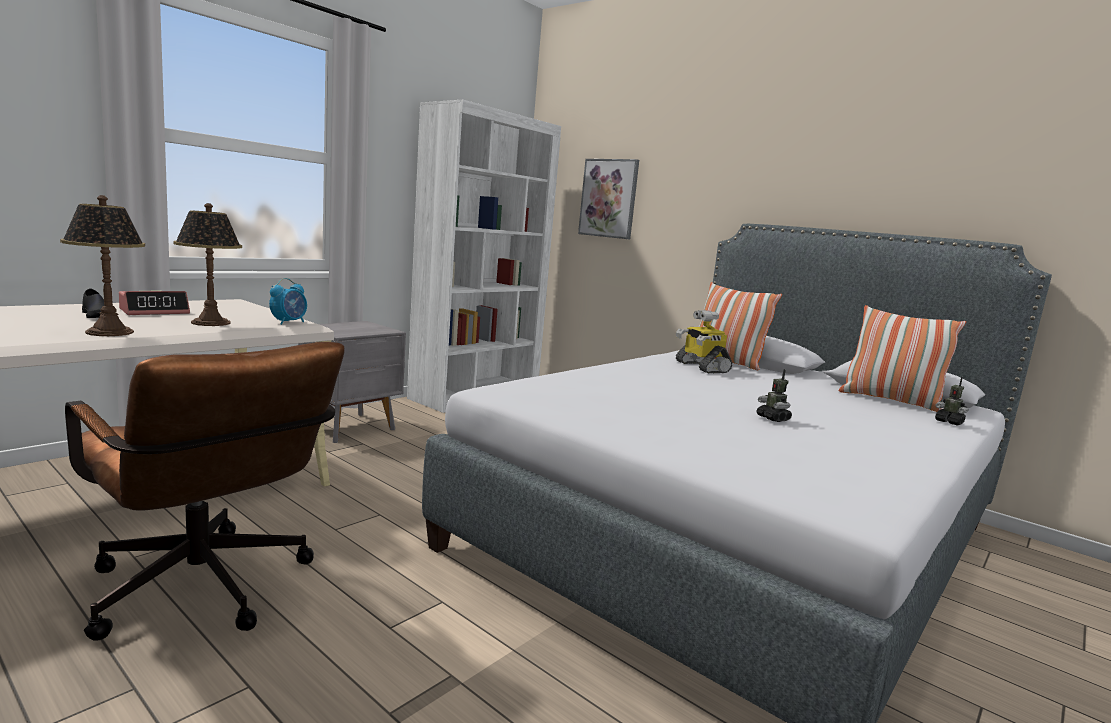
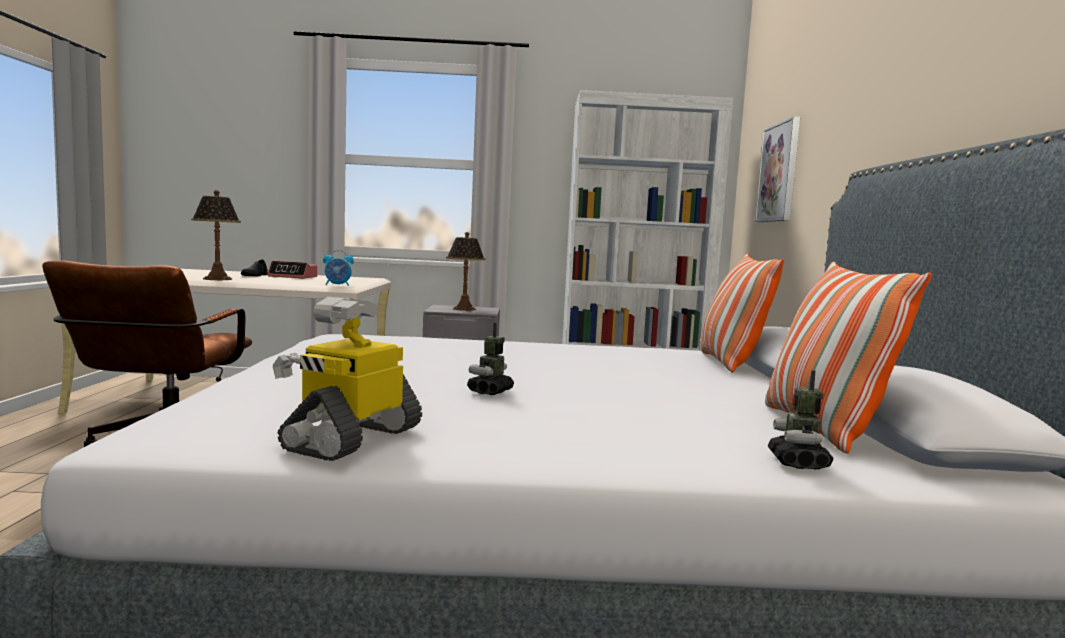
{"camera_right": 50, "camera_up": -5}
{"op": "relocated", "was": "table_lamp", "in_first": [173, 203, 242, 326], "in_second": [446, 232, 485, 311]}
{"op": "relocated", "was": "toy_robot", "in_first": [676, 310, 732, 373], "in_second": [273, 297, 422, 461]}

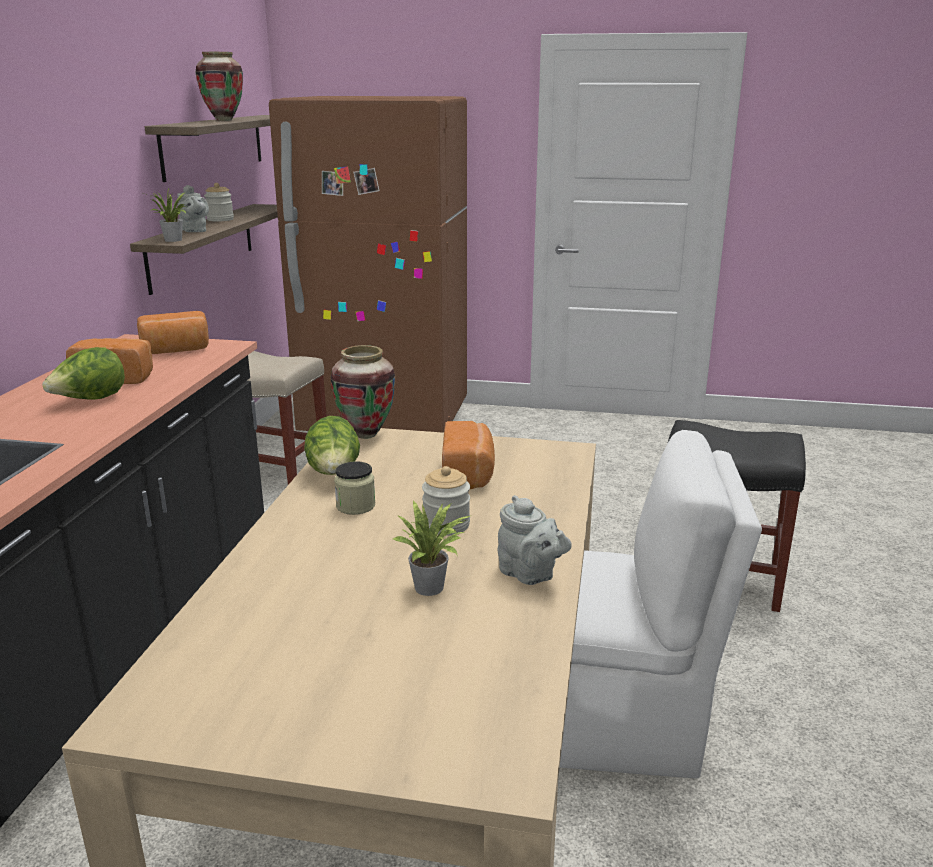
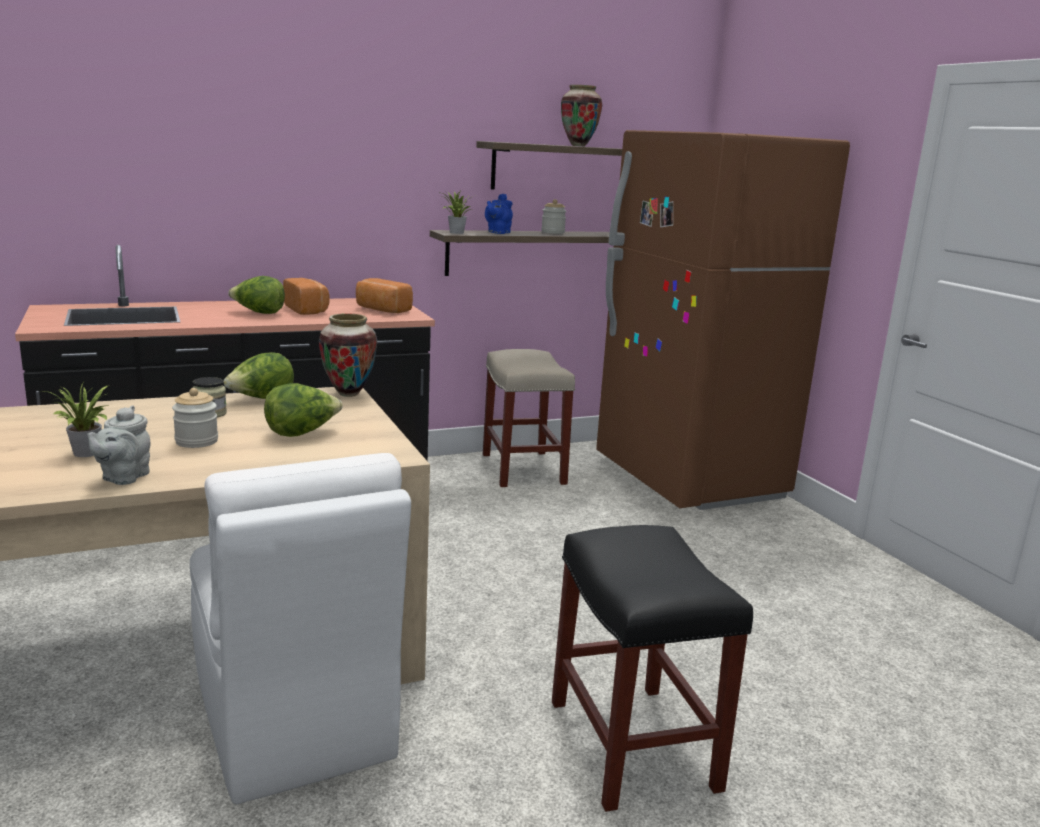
{"camera_right": 55, "camera_up": -5}
{"op": "exchanged", "was": "bread", "now": "lettuce", "in_first": [442, 421, 495, 489], "in_second": [264, 383, 342, 437]}
{"op": "colour", "was": "grey_teapot", "now": "blue_teapot", "in_first": [177, 185, 209, 232], "in_second": [485, 194, 513, 234]}

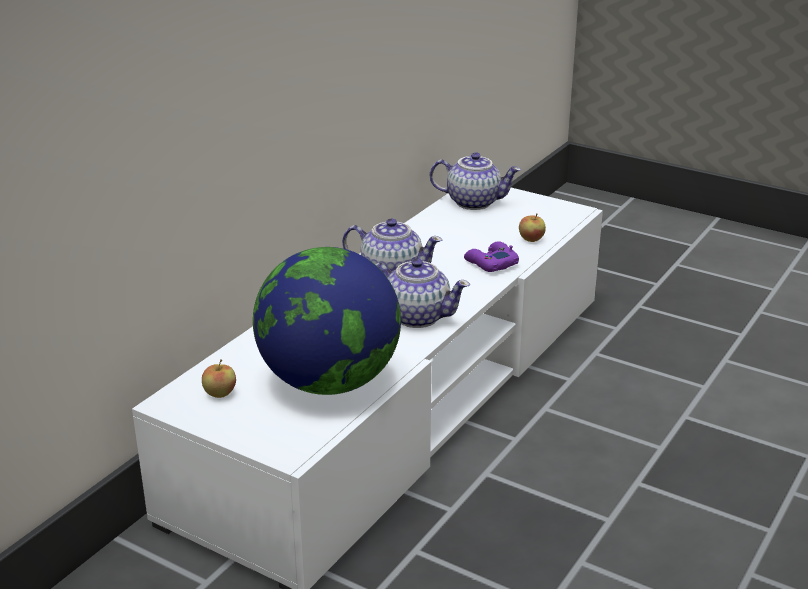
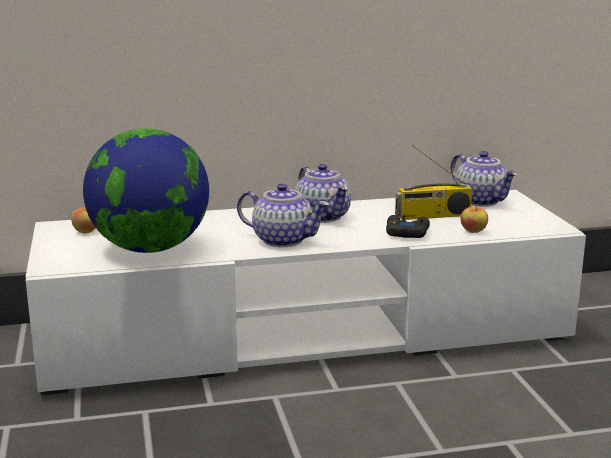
{"camera_right": 45, "camera_up": -10}
{"op": "appeared", "now": "radio", "in_second": [395, 145, 472, 220]}
{"op": "colour", "was": "purple_game_controller", "now": "black_game_controller", "in_first": [464, 241, 519, 272], "in_second": [386, 215, 430, 238]}
{"op": "spun", "was": "teapot", "in_first": [375, 258, 470, 328], "in_second": [237, 184, 330, 247], "clockwise": -45}

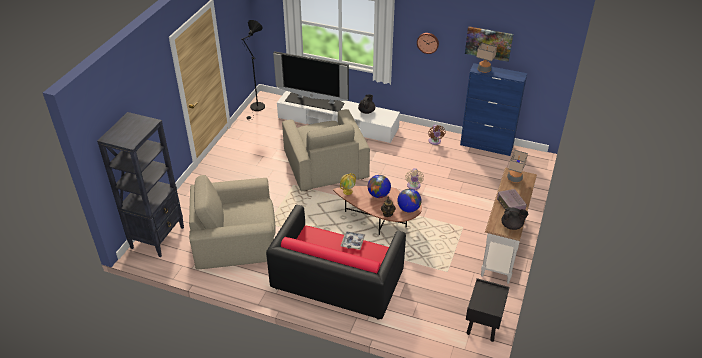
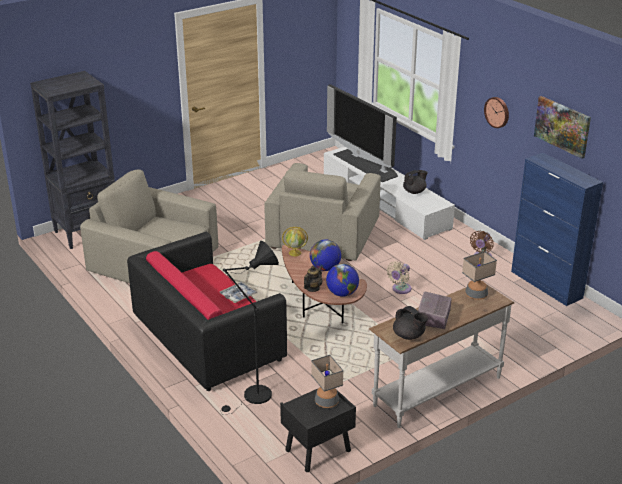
{"camera_right": 35, "camera_up": -10}
{"op": "relocated", "was": "black_floor_lamp", "in_first": [241, 20, 265, 121], "in_second": [220, 241, 279, 415]}
{"op": "relocated", "was": "table_lamp", "in_first": [476, 43, 497, 73], "in_second": [311, 355, 343, 408]}

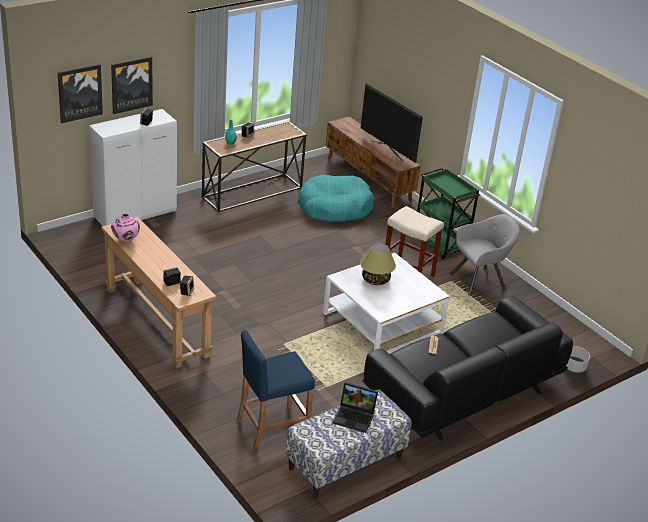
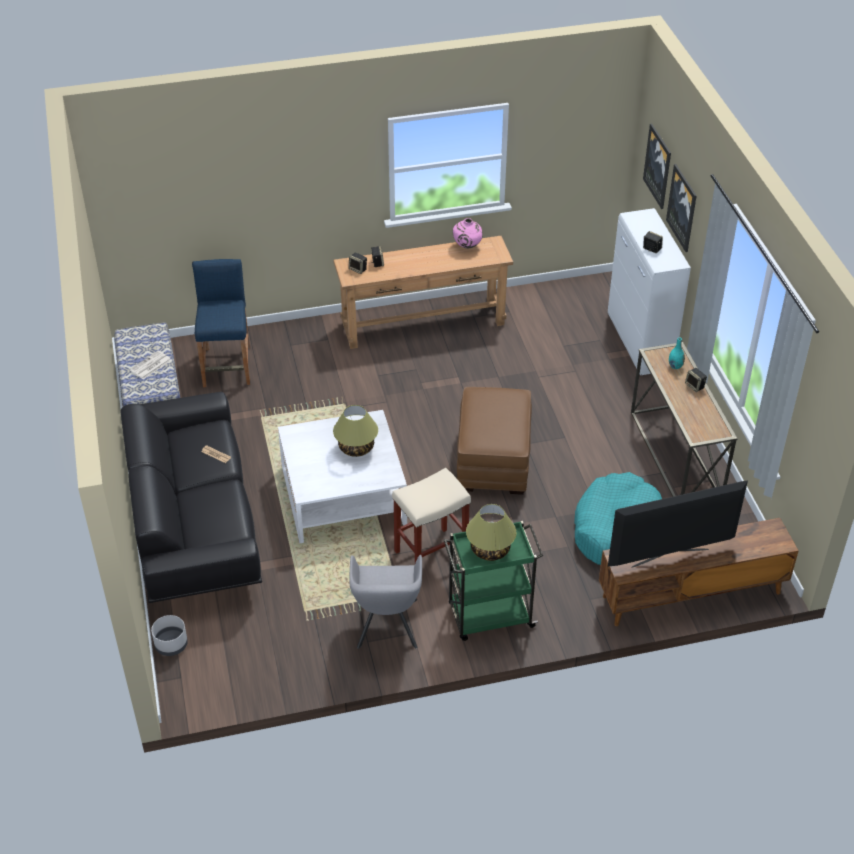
{"camera_right": 115, "camera_up": 10}
{"op": "appeared", "now": "brown_ottoman", "in_second": [457, 387, 532, 495]}
{"op": "appeared", "now": "table_lamp", "in_second": [466, 504, 516, 561]}
{"op": "exchanged", "was": "laptop", "now": "newspaper", "in_first": [333, 382, 378, 433], "in_second": [130, 350, 172, 379]}

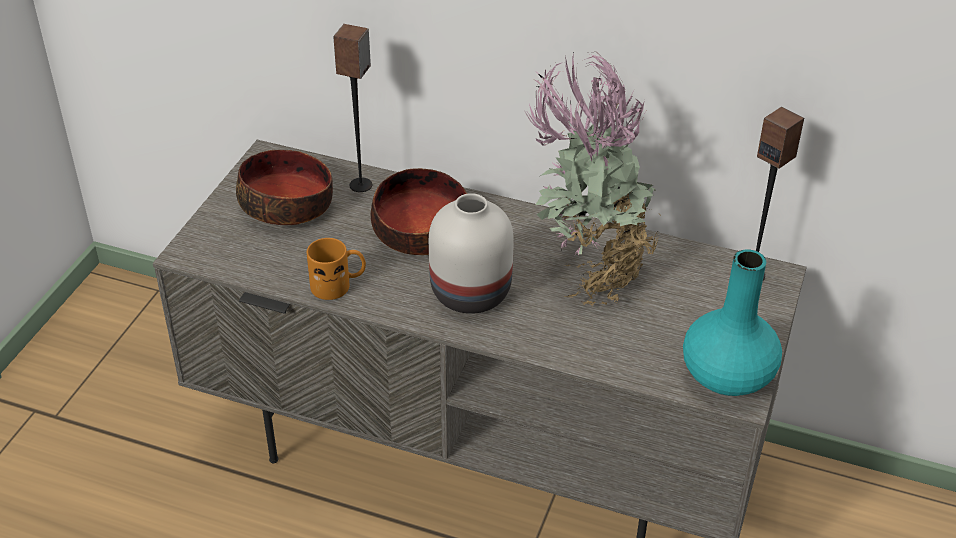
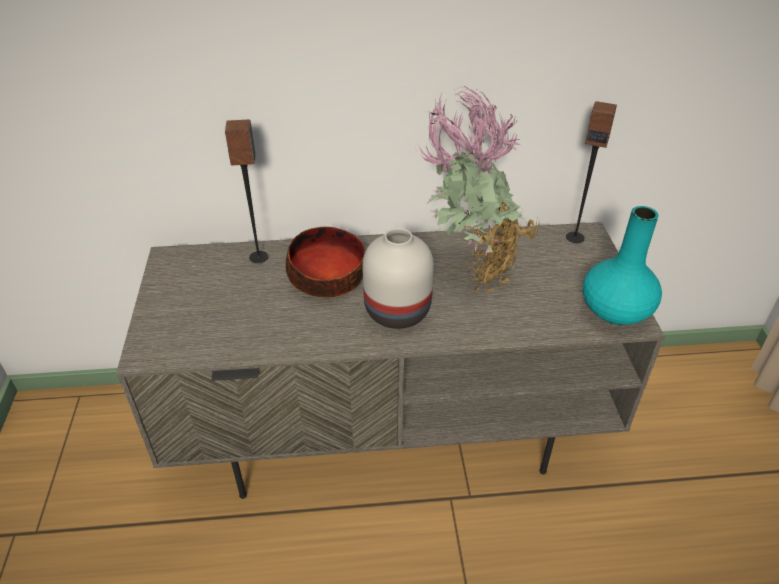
{"camera_right": -25, "camera_up": 0}
{"op": "missing", "was": "bowl", "in_first": [236, 150, 333, 225]}
{"op": "missing", "was": "orange_mug", "in_first": [307, 238, 366, 300]}

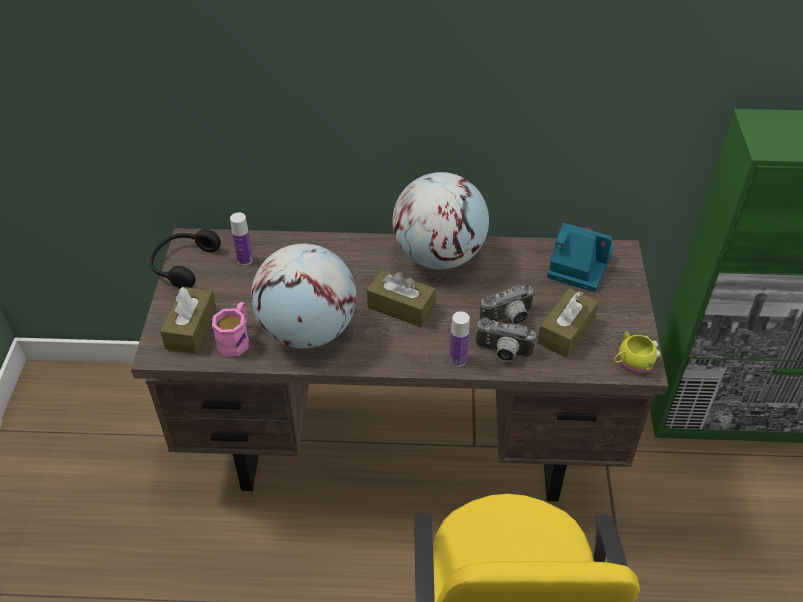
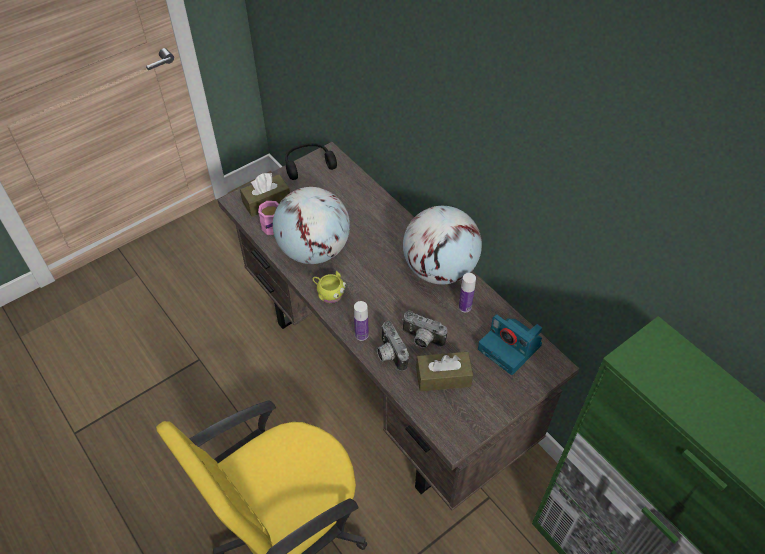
{"camera_right": 50, "camera_up": 5}
{"op": "missing", "was": "brown_tissue_box", "in_first": [367, 270, 436, 327]}
{"op": "relocated", "was": "bottle", "in_first": [230, 212, 253, 265], "in_second": [459, 273, 476, 312]}
{"op": "relocated", "was": "yellow_mug", "in_first": [614, 331, 661, 374], "in_second": [313, 271, 346, 303]}
{"op": "spun", "was": "photo_camera", "in_first": [547, 223, 613, 292], "in_second": [478, 314, 542, 375], "clockwise": 150}

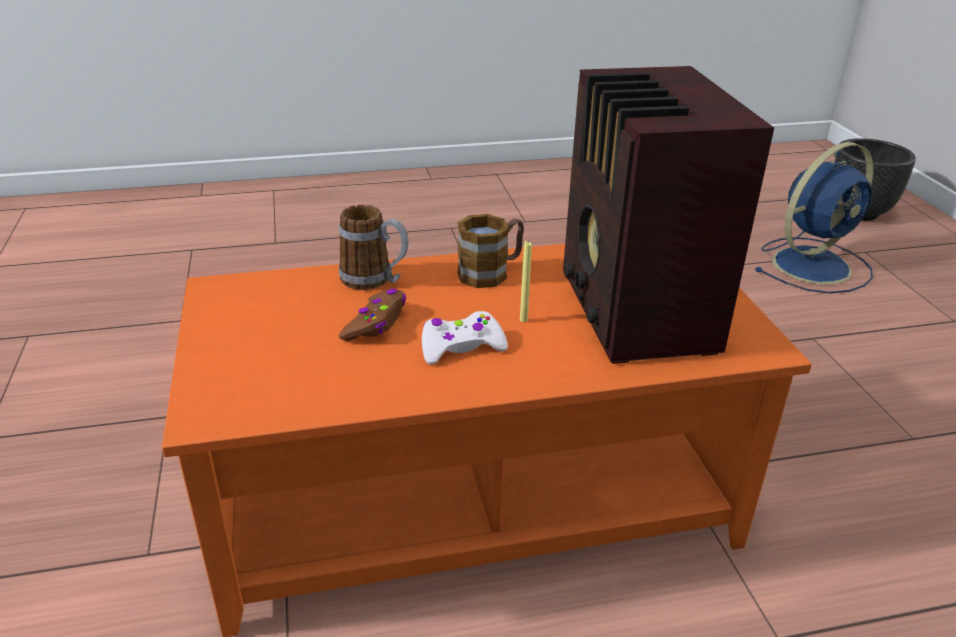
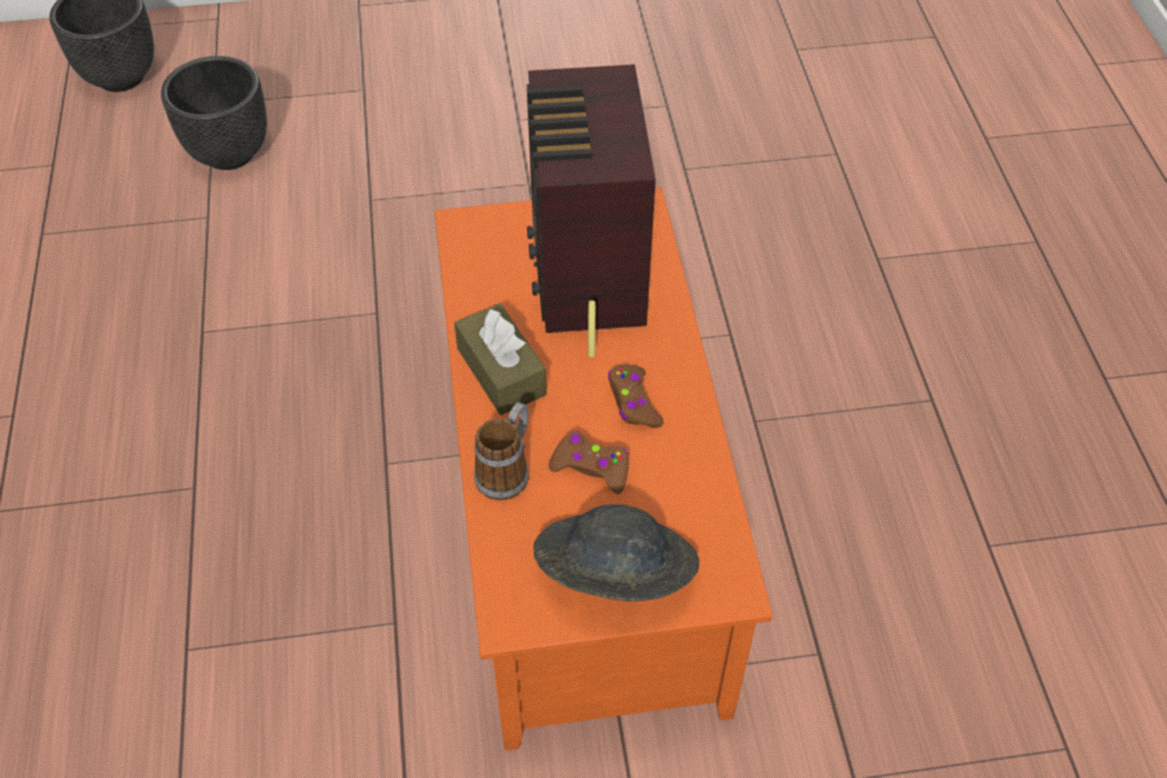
{"camera_right": -85, "camera_up": 20}
{"op": "appeared", "now": "grey_hat", "in_second": [533, 504, 699, 601]}
{"op": "exchanged", "was": "mug", "now": "brown_tissue_box", "in_first": [457, 214, 524, 288], "in_second": [454, 303, 547, 415]}
{"op": "exchanged", "was": "blue_fan", "now": "black_planter", "in_first": [754, 142, 873, 293], "in_second": [161, 56, 267, 170]}
{"op": "colour", "was": "white_game_controller", "now": "brown_game_controller", "in_first": [422, 311, 508, 365], "in_second": [608, 365, 663, 428]}
{"op": "spun", "was": "radio", "in_first": [563, 66, 774, 364], "in_second": [527, 64, 656, 333], "clockwise": 90}

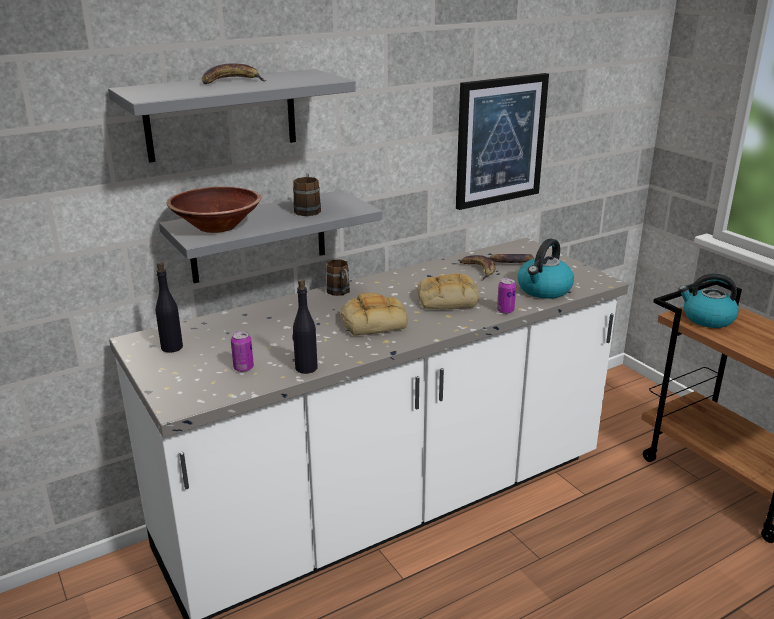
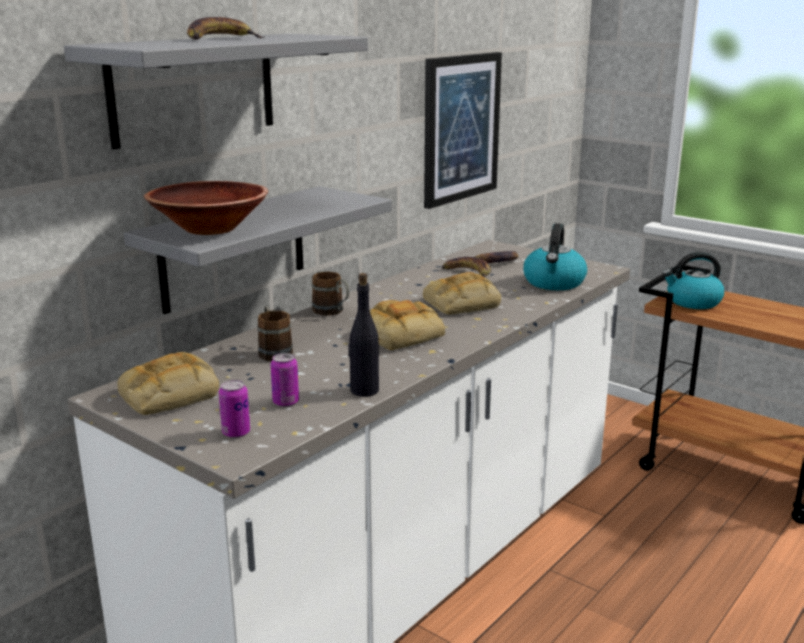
{"camera_right": -20, "camera_up": -5}
{"op": "relocated", "was": "brown_mug", "in_first": [293, 174, 321, 216], "in_second": [257, 306, 293, 361]}
{"op": "relocated", "was": "can", "in_first": [497, 278, 516, 314], "in_second": [219, 380, 250, 438]}
{"op": "exchanged", "was": "black_bottle", "now": "bread", "in_first": [156, 262, 183, 353], "in_second": [117, 352, 219, 415]}

